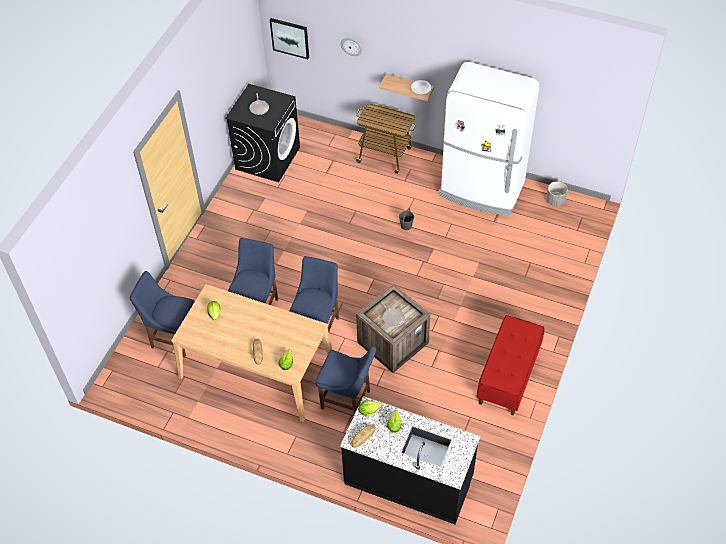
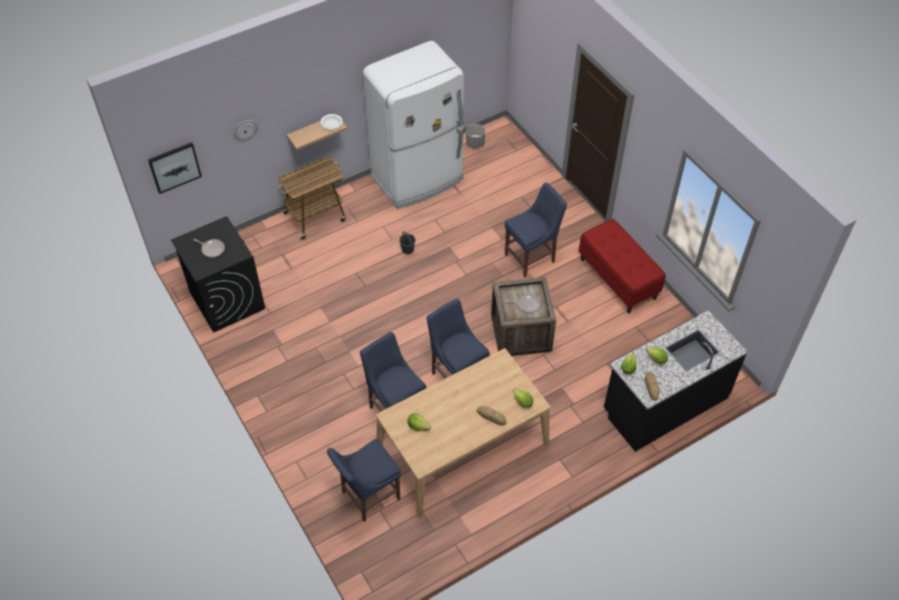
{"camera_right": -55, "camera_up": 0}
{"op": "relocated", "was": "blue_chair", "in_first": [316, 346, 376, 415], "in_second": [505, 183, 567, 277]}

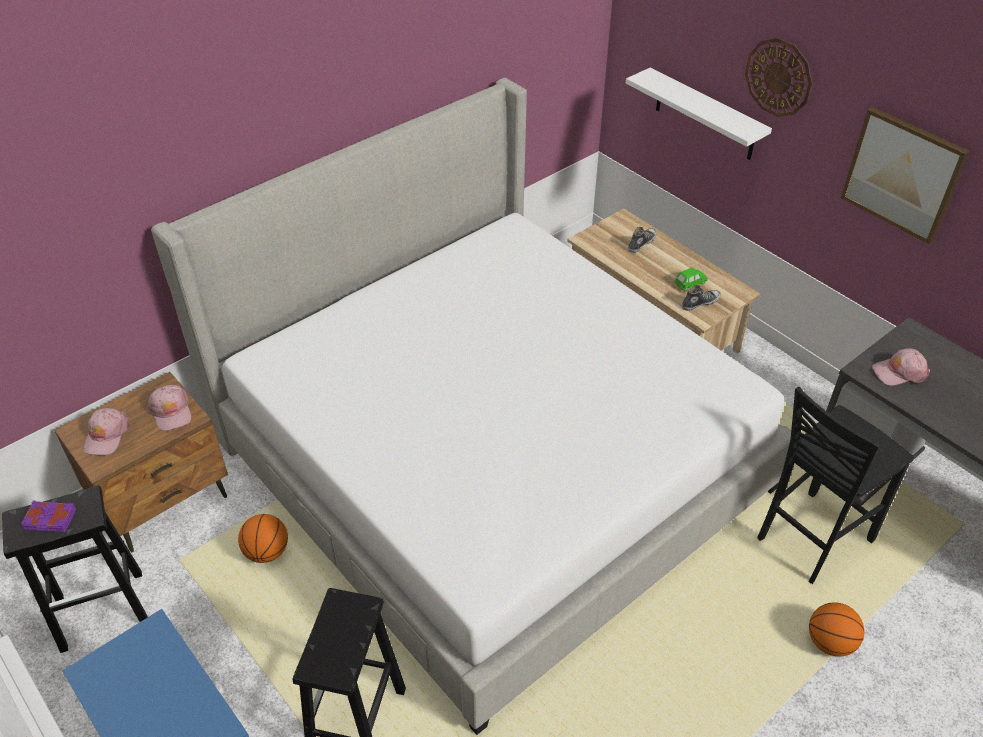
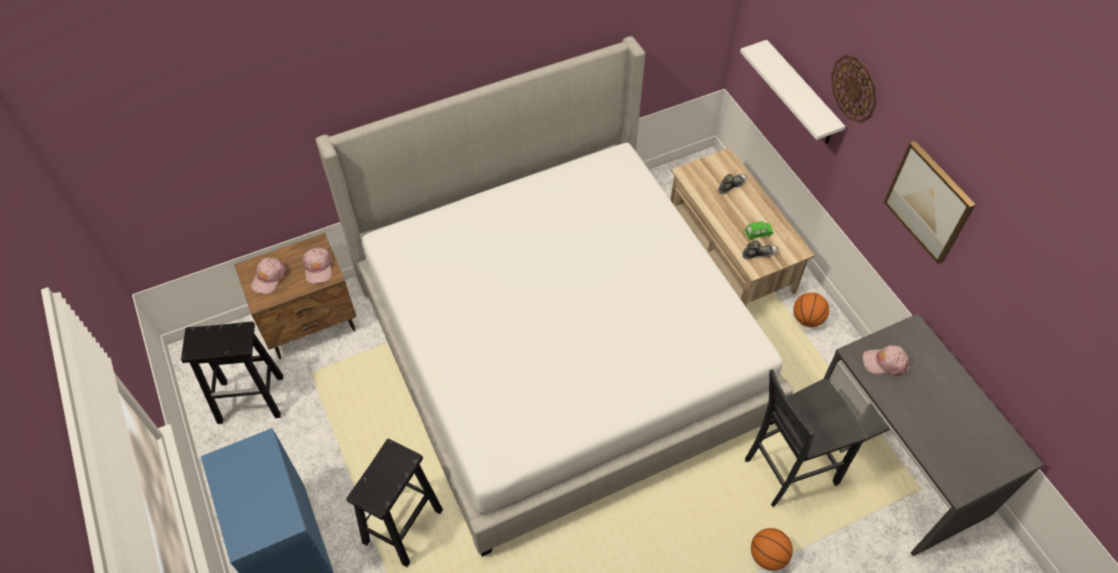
{"camera_right": 15, "camera_up": 10}
{"op": "missing", "was": "purple_book", "in_first": [21, 501, 76, 532]}
{"op": "relocated", "was": "basketball", "in_first": [238, 514, 288, 563], "in_second": [793, 293, 829, 327]}

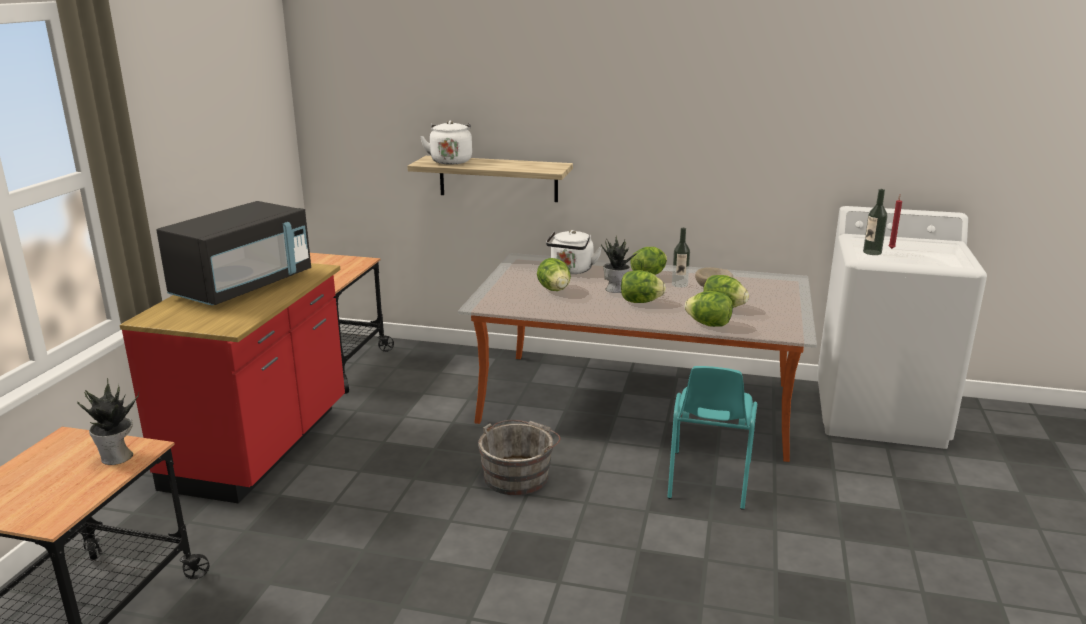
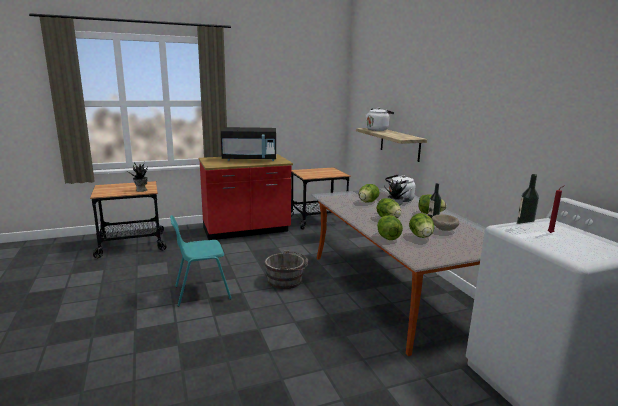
{"camera_right": 55, "camera_up": -5}
{"op": "relocated", "was": "turquoise_chair", "in_first": [667, 366, 757, 510], "in_second": [170, 215, 232, 307]}

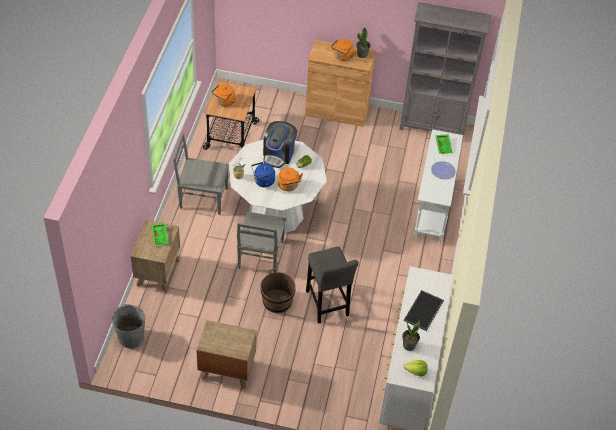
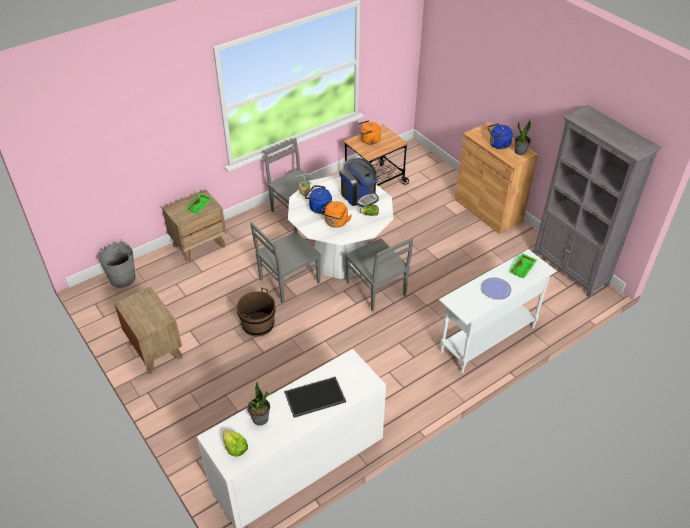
{"camera_right": 45, "camera_up": -5}
{"op": "missing", "was": "grey_stool", "in_first": [306, 246, 359, 324]}
{"op": "appeared", "now": "grey_chair", "in_second": [345, 238, 414, 311]}
{"op": "colour", "was": "orange_kettle", "now": "blue_kettle", "in_first": [331, 39, 356, 61], "in_second": [488, 123, 513, 149]}
{"op": "spun", "was": "coffee_machine", "in_first": [263, 121, 297, 168], "in_second": [339, 158, 379, 207], "clockwise": -105}

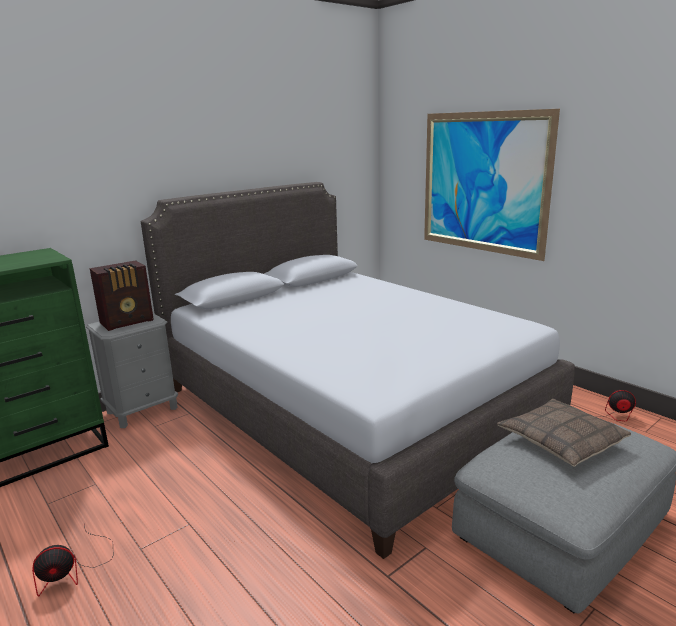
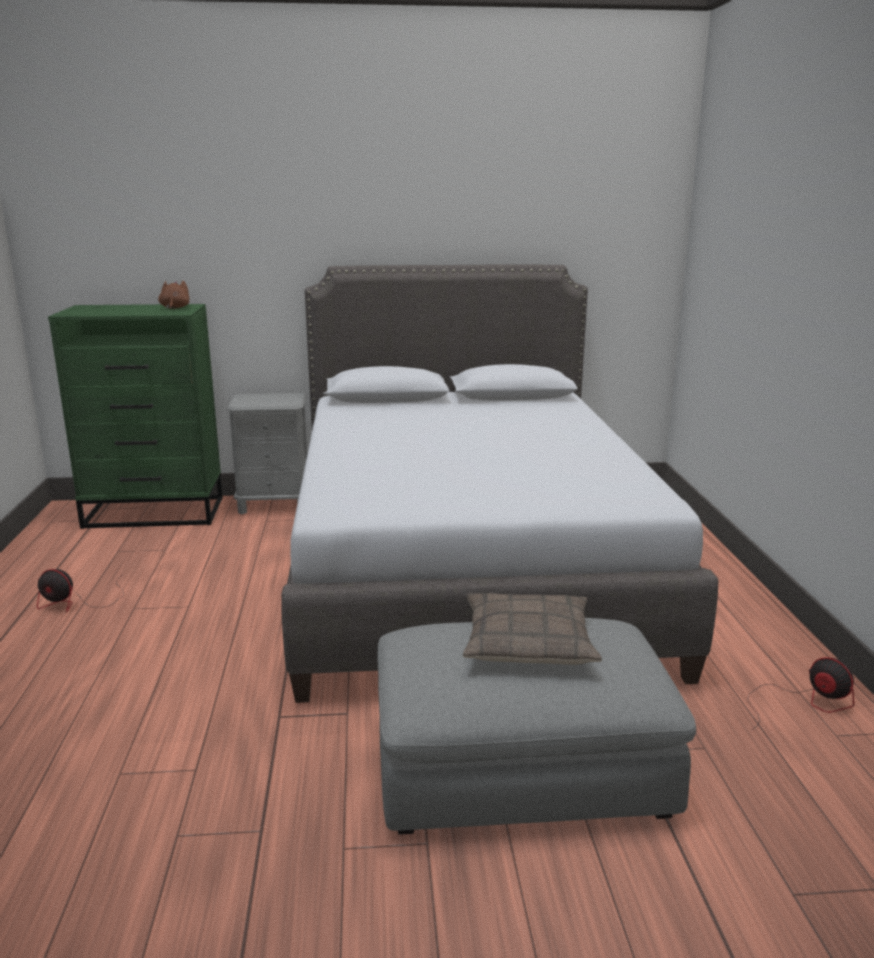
{"camera_right": 35, "camera_up": 0}
{"op": "missing", "was": "radio", "in_first": [90, 261, 154, 331]}
{"op": "missing", "was": "picture", "in_first": [424, 109, 560, 261]}
{"op": "appeared", "now": "brown_plush_toy", "in_second": [158, 281, 189, 309]}

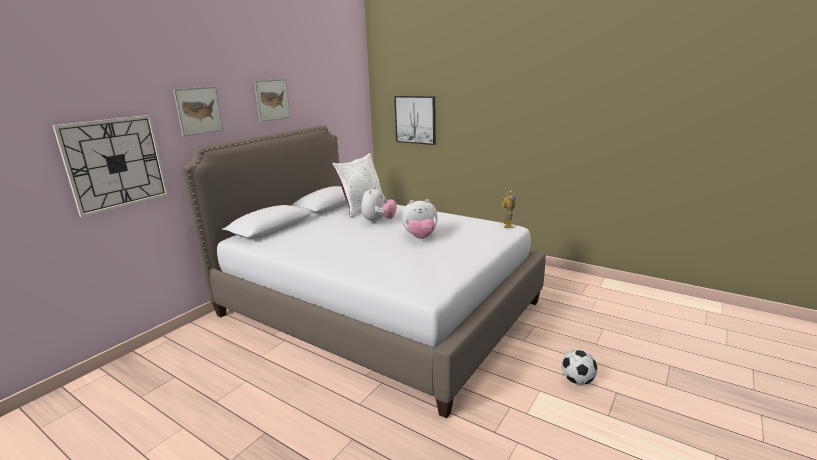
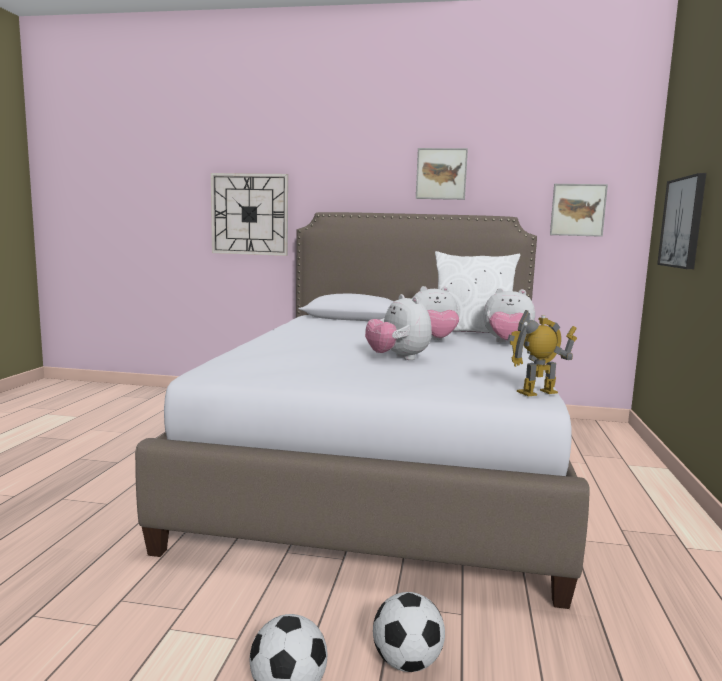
{"camera_right": 65, "camera_up": -10}
{"op": "appeared", "now": "football", "in_second": [373, 592, 445, 672]}
{"op": "appeared", "now": "plush_toy", "in_second": [483, 288, 535, 343]}
{"op": "relocated", "was": "picture", "in_first": [173, 86, 223, 137], "in_second": [550, 184, 608, 237]}

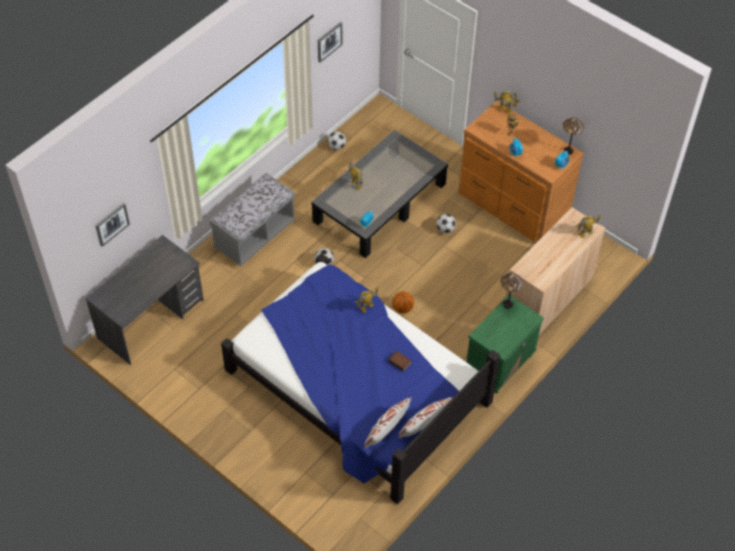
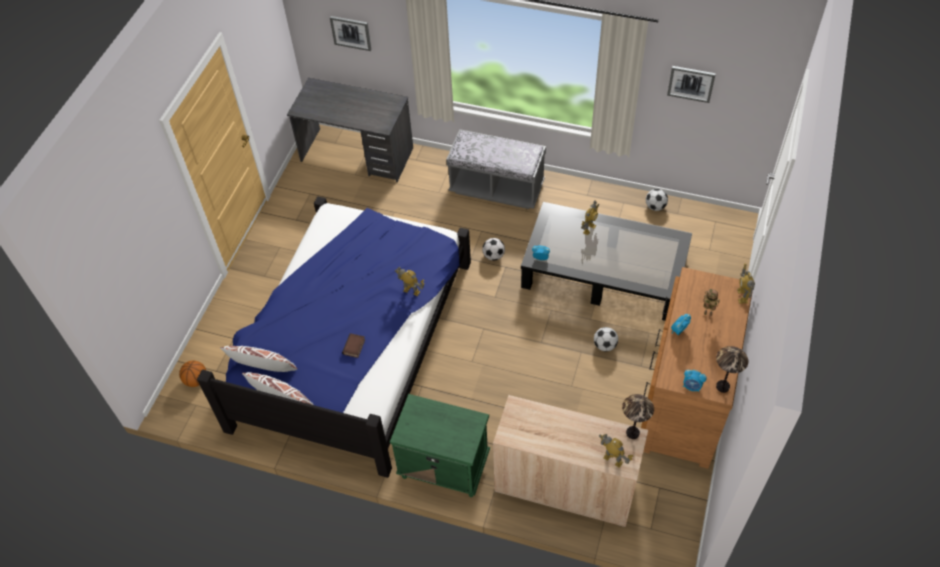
{"camera_right": 70, "camera_up": 0}
{"op": "relocated", "was": "basketball", "in_first": [392, 291, 414, 313], "in_second": [179, 360, 206, 387]}
{"op": "relocated", "was": "table_lamp", "in_first": [501, 273, 523, 309], "in_second": [622, 394, 654, 439]}

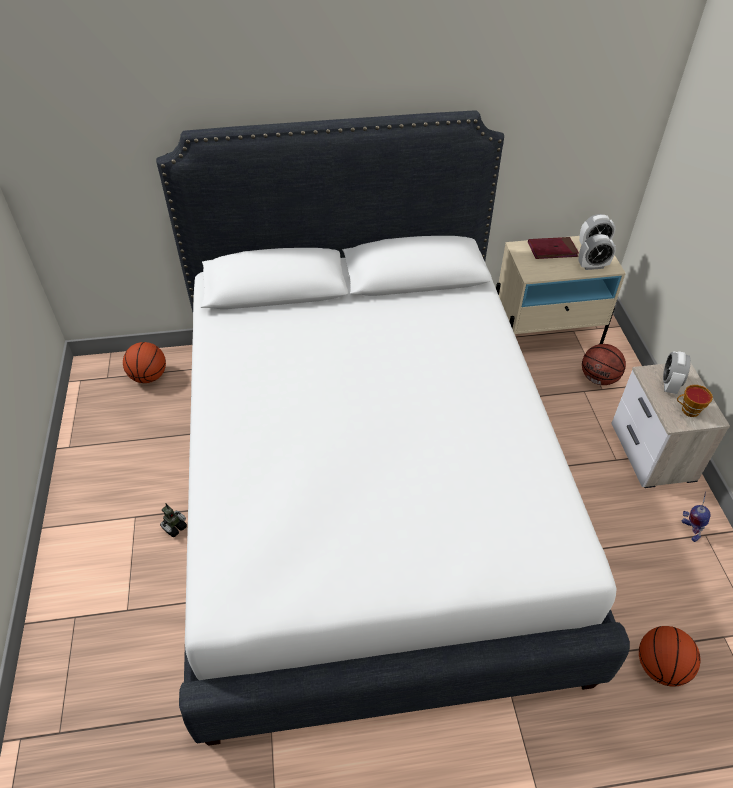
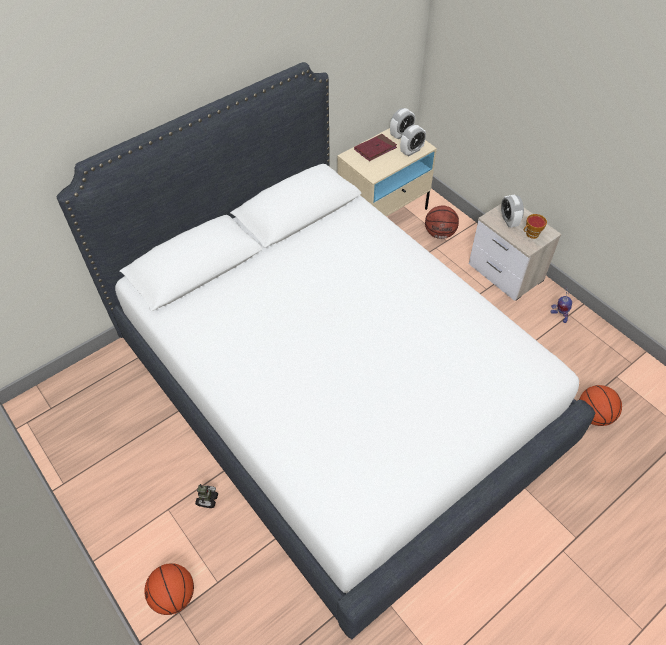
{"camera_right": -30, "camera_up": 5}
{"op": "relocated", "was": "basketball", "in_first": [123, 342, 166, 383], "in_second": [144, 563, 194, 615]}

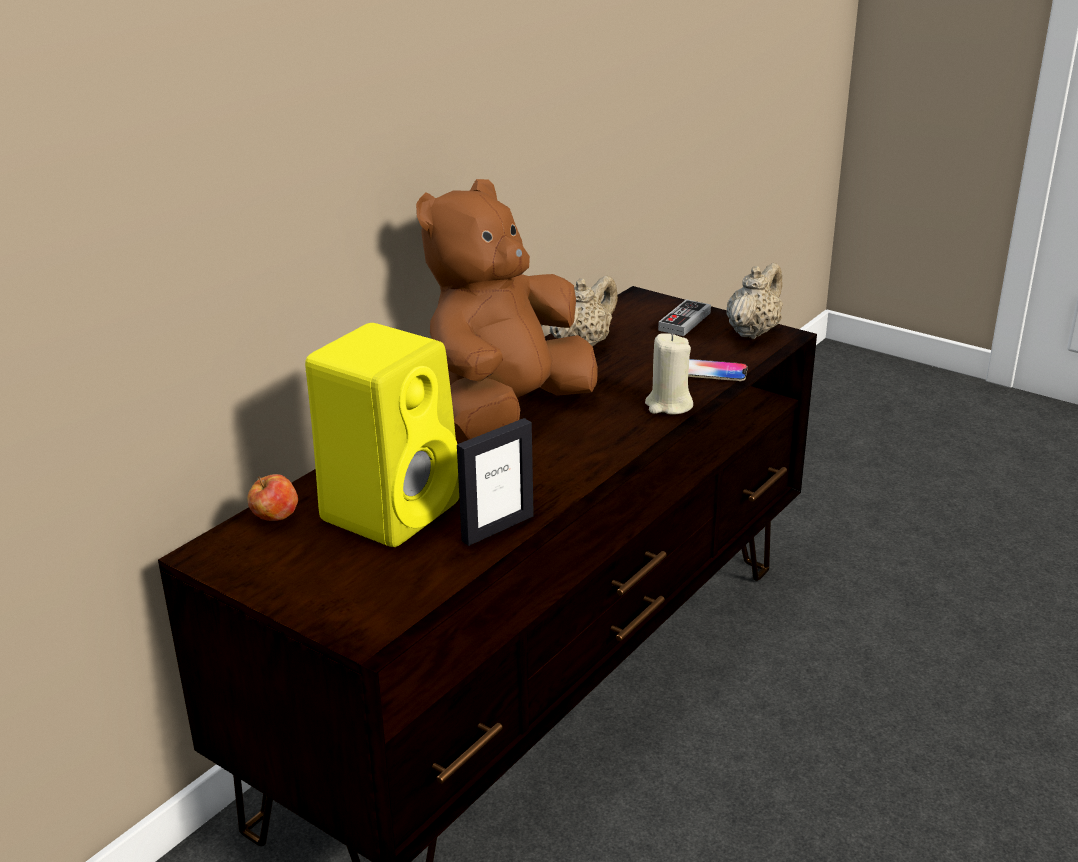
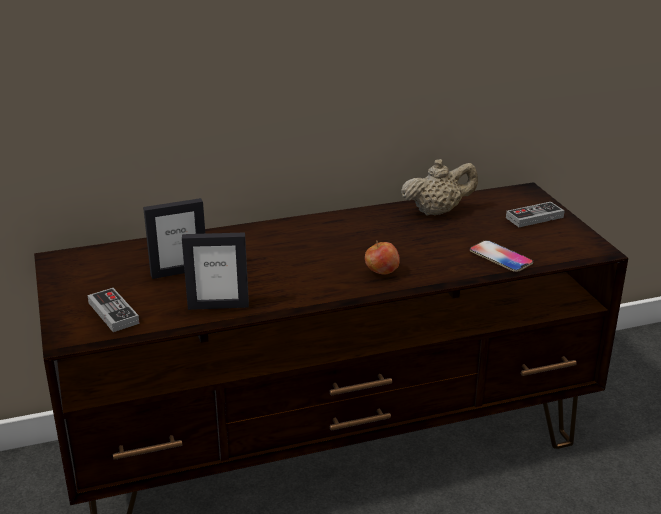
{"camera_right": 35, "camera_up": 0}
{"op": "missing", "was": "brown_plush_toy", "in_first": [416, 179, 598, 443]}
{"op": "missing", "was": "beige_candle", "in_first": [645, 333, 693, 415]}
{"op": "missing", "was": "beige_teapot", "in_first": [726, 263, 783, 339]}
{"op": "appeared", "now": "game_controller", "in_second": [88, 288, 140, 332]}
{"op": "relocated", "was": "apple", "in_first": [247, 474, 298, 521], "in_second": [365, 240, 400, 275]}
{"op": "exchanged", "was": "yellow_speaker", "now": "picture_frame", "in_first": [305, 323, 459, 547], "in_second": [143, 198, 205, 279]}

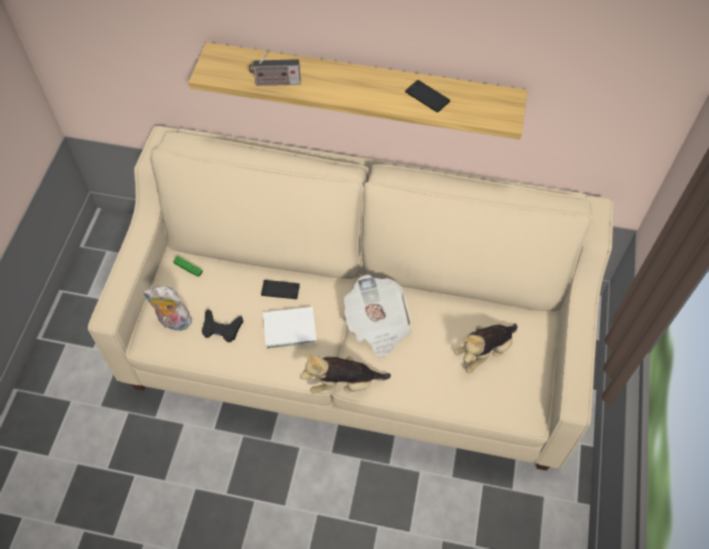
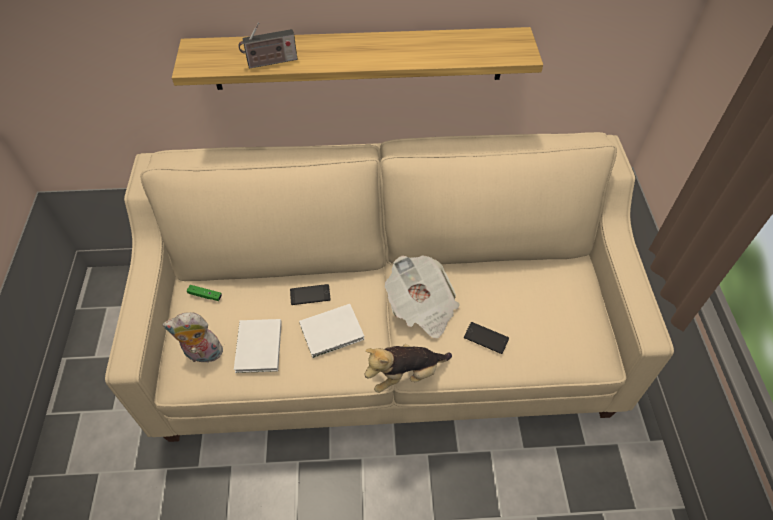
{"camera_right": -15, "camera_up": -5}
{"op": "missing", "was": "plush_toy", "in_first": [454, 323, 518, 373]}
{"op": "relocated", "was": "phone", "in_first": [405, 80, 450, 112], "in_second": [464, 322, 509, 354]}
{"op": "exchanged", "was": "black_game_controller", "now": "white_book", "in_first": [202, 309, 243, 342], "in_second": [234, 319, 282, 373]}

